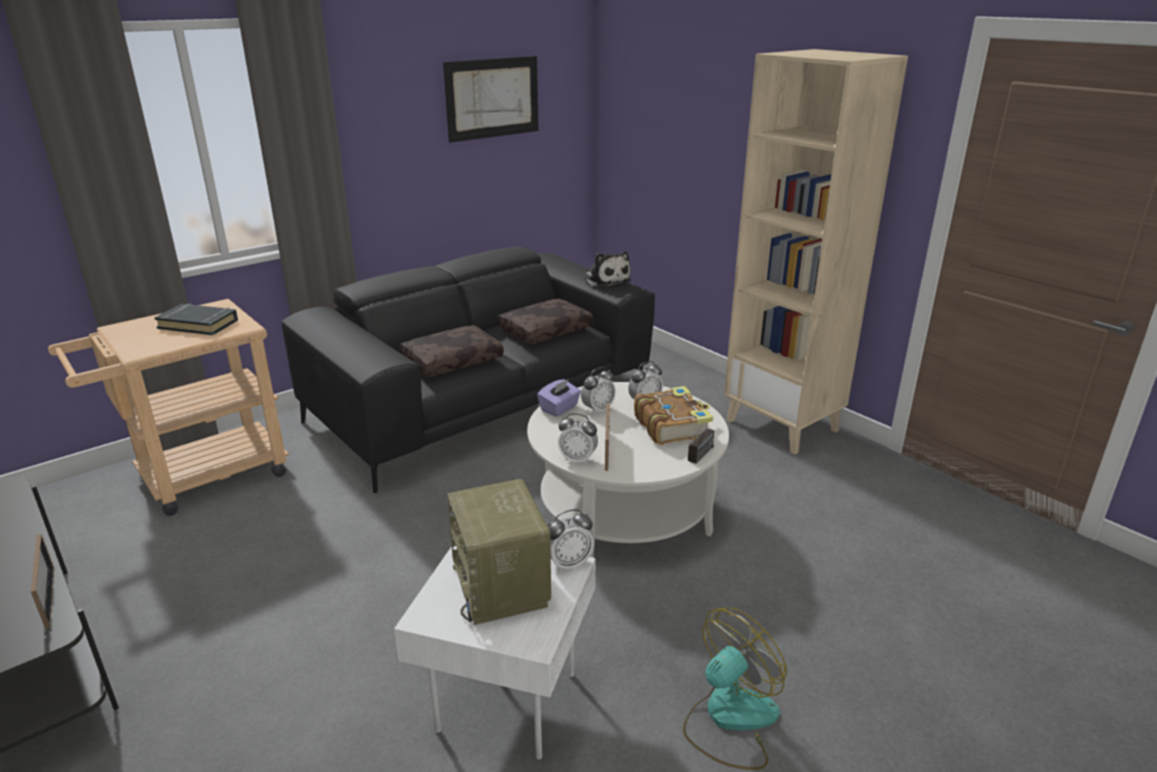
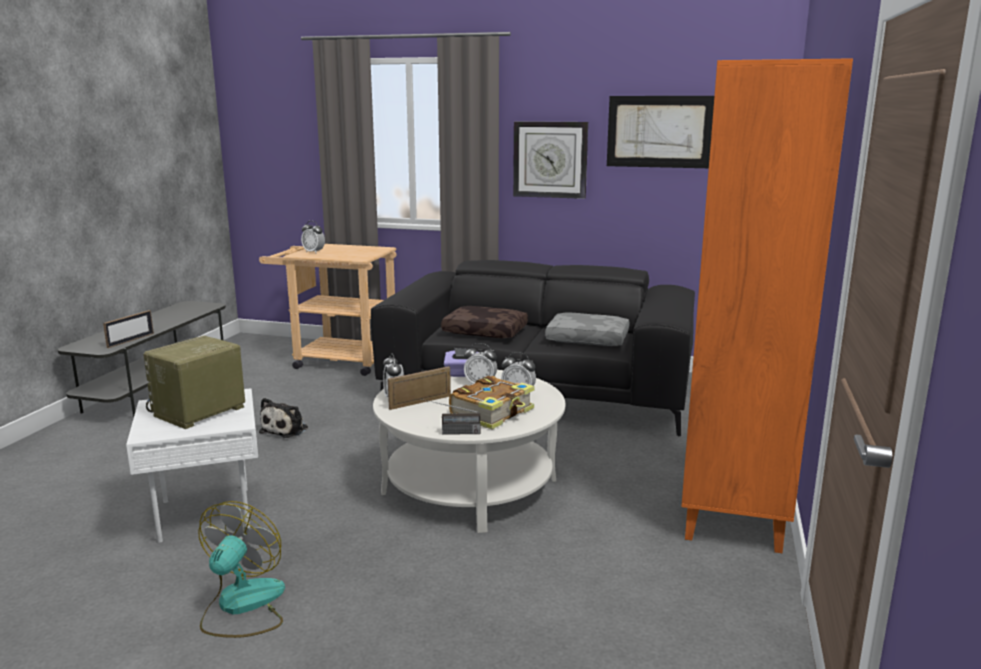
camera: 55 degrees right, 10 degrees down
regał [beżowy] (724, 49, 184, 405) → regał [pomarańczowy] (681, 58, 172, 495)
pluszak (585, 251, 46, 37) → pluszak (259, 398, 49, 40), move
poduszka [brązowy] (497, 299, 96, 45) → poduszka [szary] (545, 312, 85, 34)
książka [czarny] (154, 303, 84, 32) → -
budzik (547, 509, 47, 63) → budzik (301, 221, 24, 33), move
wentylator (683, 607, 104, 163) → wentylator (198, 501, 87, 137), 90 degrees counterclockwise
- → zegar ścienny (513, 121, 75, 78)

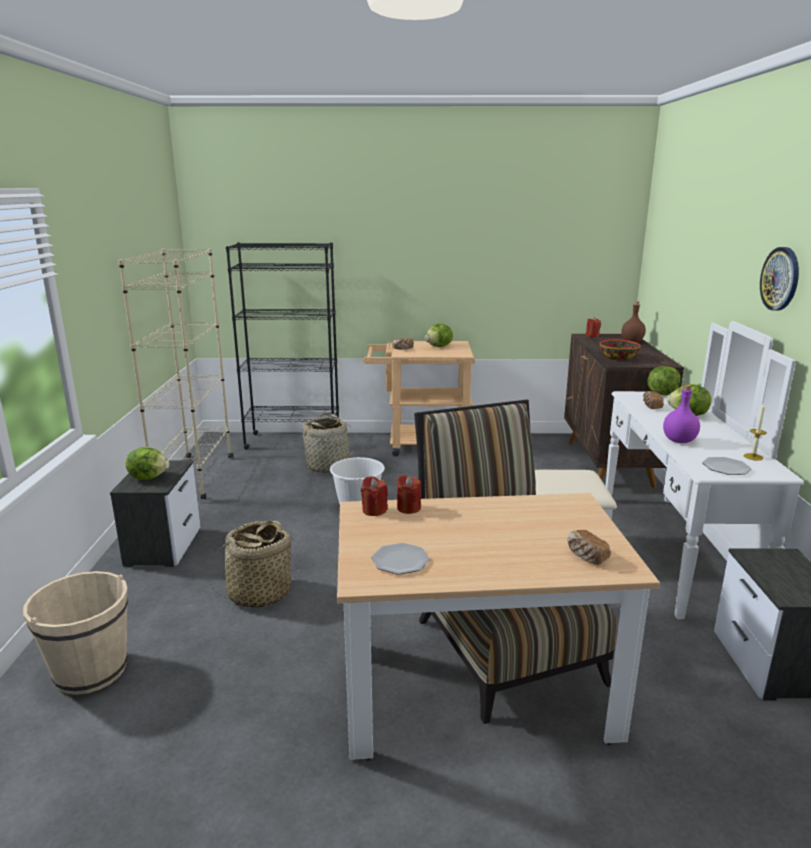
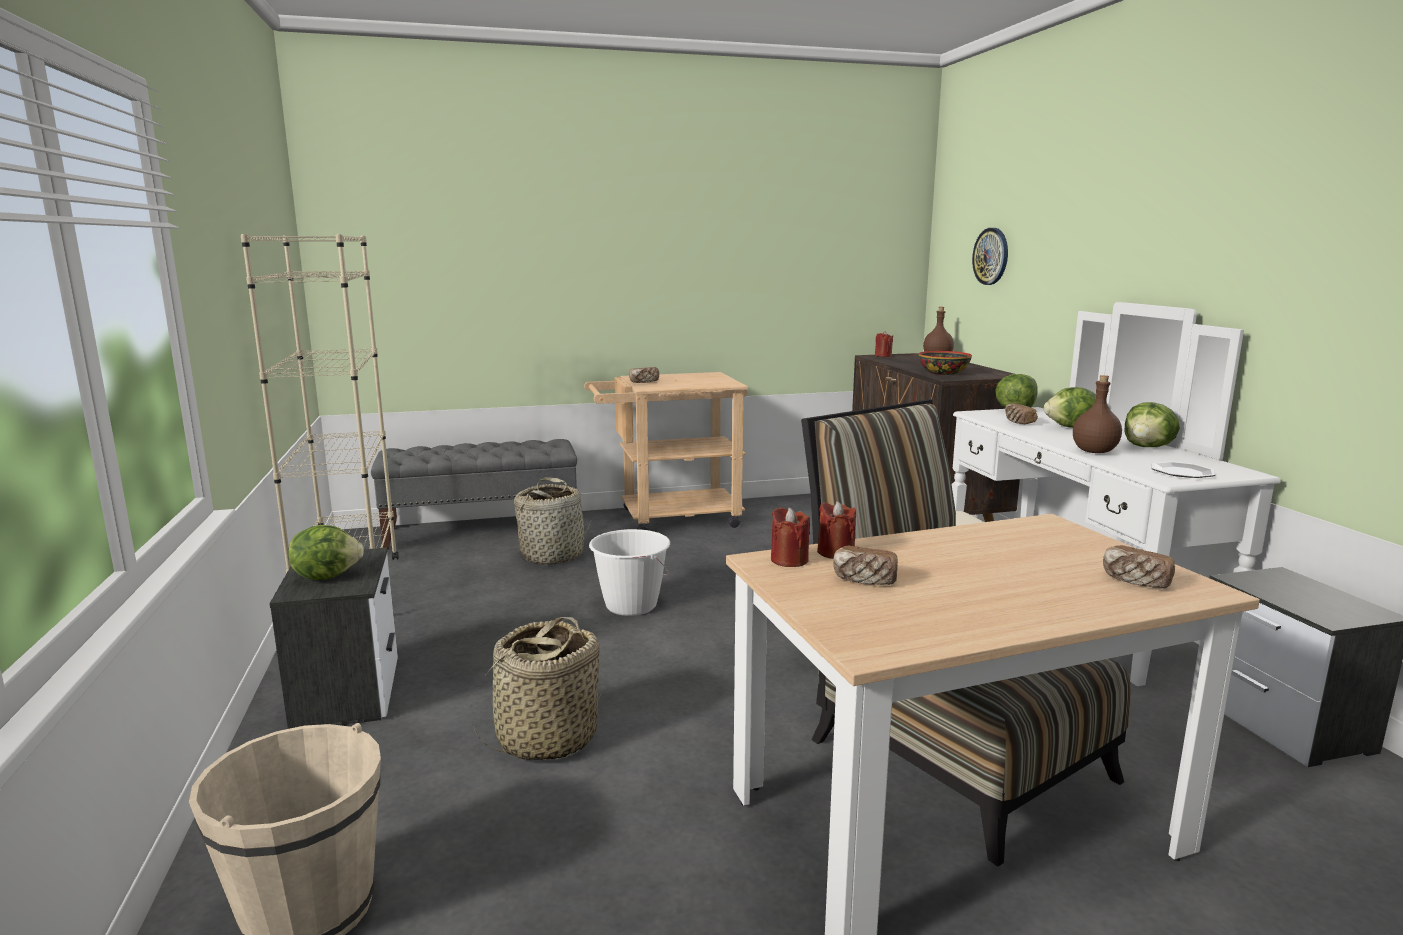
camera: 15 degrees left, 5 degrees down
regał [czarny] (226, 242, 113, 208) → ławka [szary] (371, 439, 206, 111)
zegar ścienny (760, 247, 39, 64) → zegar ścienny (972, 228, 36, 57), move
sałata (425, 324, 28, 23) → sałata (1125, 402, 55, 45), move
butelka [fioletowy] (663, 385, 37, 58) → butelka [brązowy] (1073, 375, 49, 78)
świeca (744, 403, 23, 58) → -
talerz (372, 543, 58, 32) → -
- → chleb (833, 545, 65, 40)

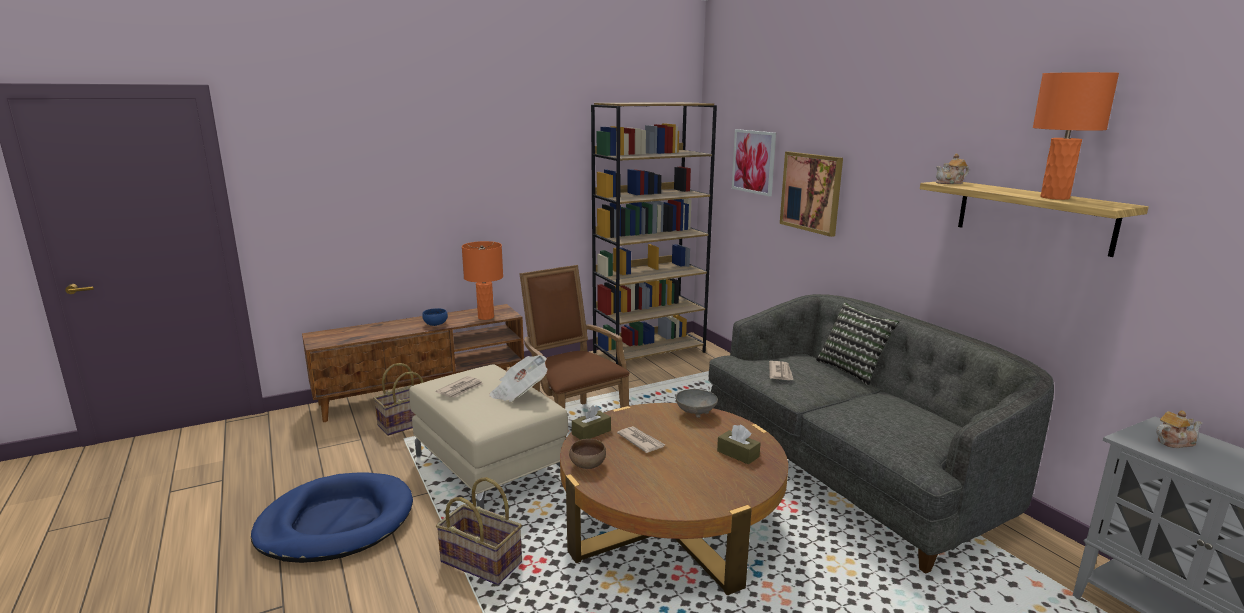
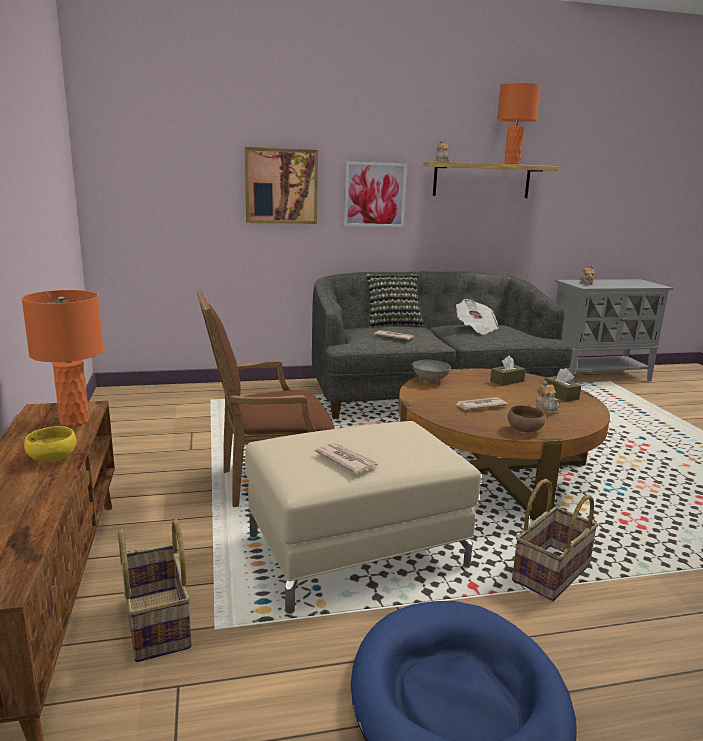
camera: 75 degrees left, 0 degrees up
regał [brązowy] (591, 102, 126, 262) → -
obraz (732, 129, 44, 67) → obraz (344, 161, 63, 66), move
miska [niebieski] (422, 308, 26, 18) → miska [żółty] (24, 426, 52, 36)
gazeta (489, 355, 58, 47) → gazeta (456, 299, 43, 35), move
pudełko chusteczek [brązowy] (572, 405, 39, 35) → pudełko chusteczek [brązowy] (544, 368, 37, 34), move
- → imbryk (536, 381, 23, 33)

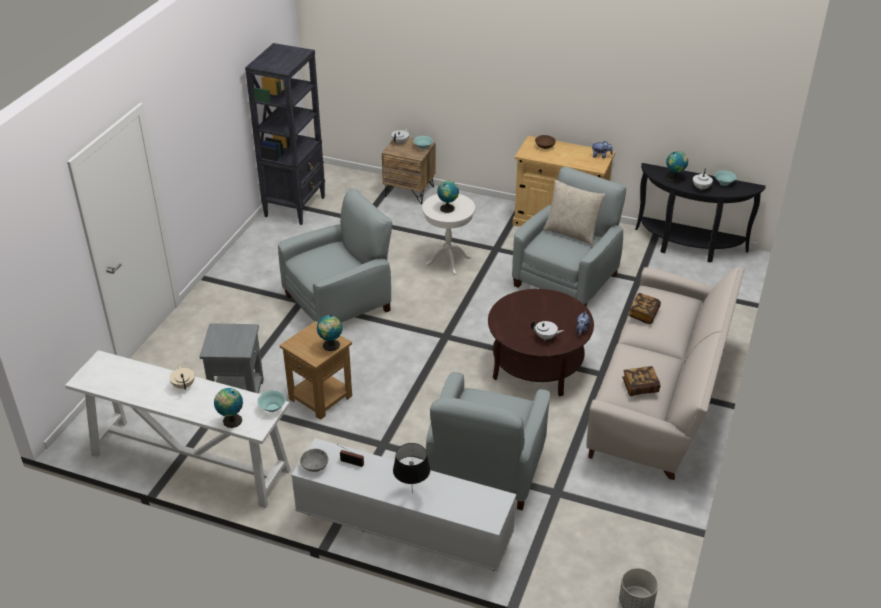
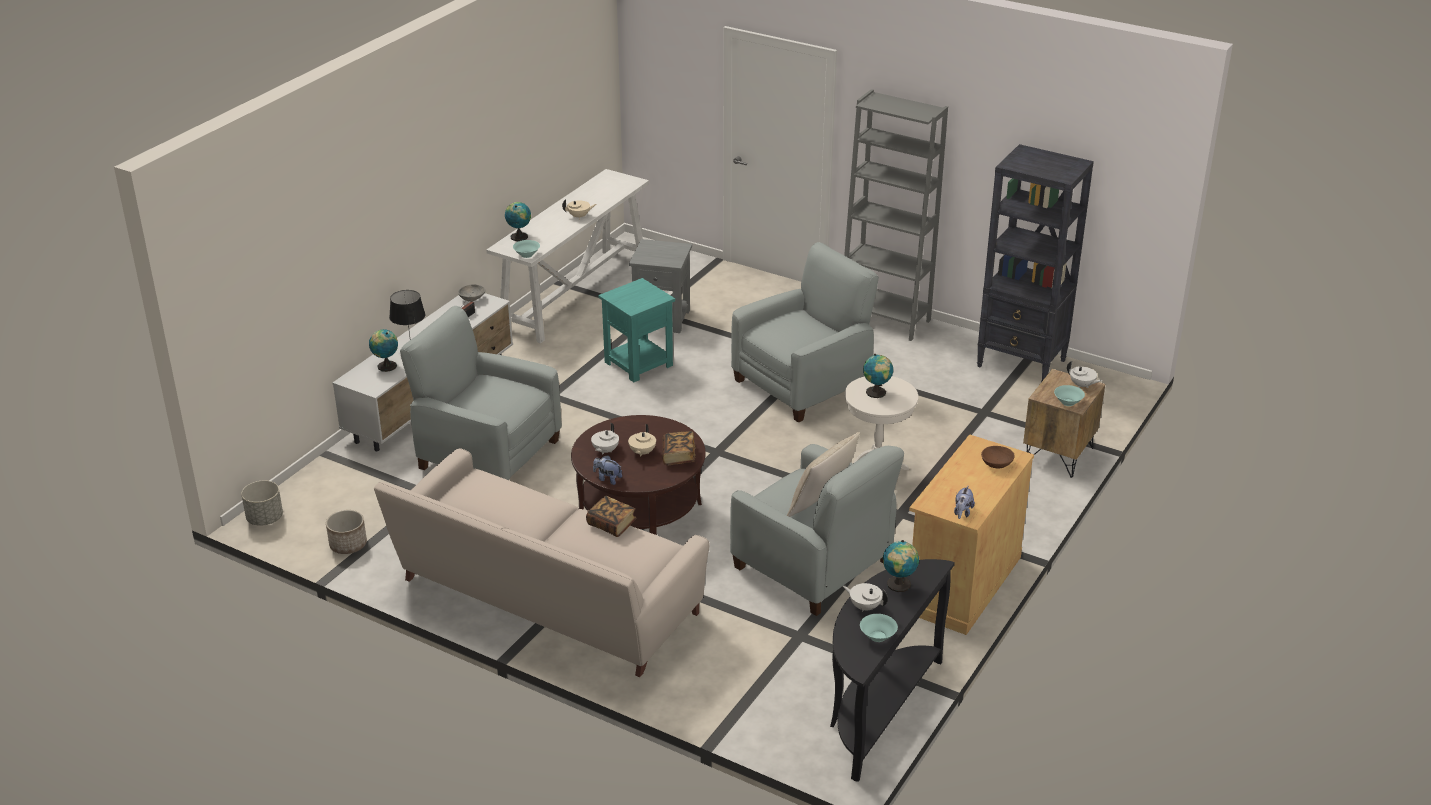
camera: 100 degrees right, 5 degrees down
fotel [szary] (278, 188, 114, 135) → fotel [szary] (731, 242, 148, 181), 105 degrees counterclockwise
globus (317, 314, 25, 37) → globus (369, 329, 29, 43), move
stolik [brązowy] (279, 321, 73, 99) → stolik [turkusowy] (598, 278, 77, 104)
książka (622, 366, 38, 30) → książka (662, 431, 34, 35), move
- → regał [szary] (844, 89, 104, 252)
- → imbryk [beżowy] (628, 424, 28, 33)
- → donica (326, 510, 41, 44)

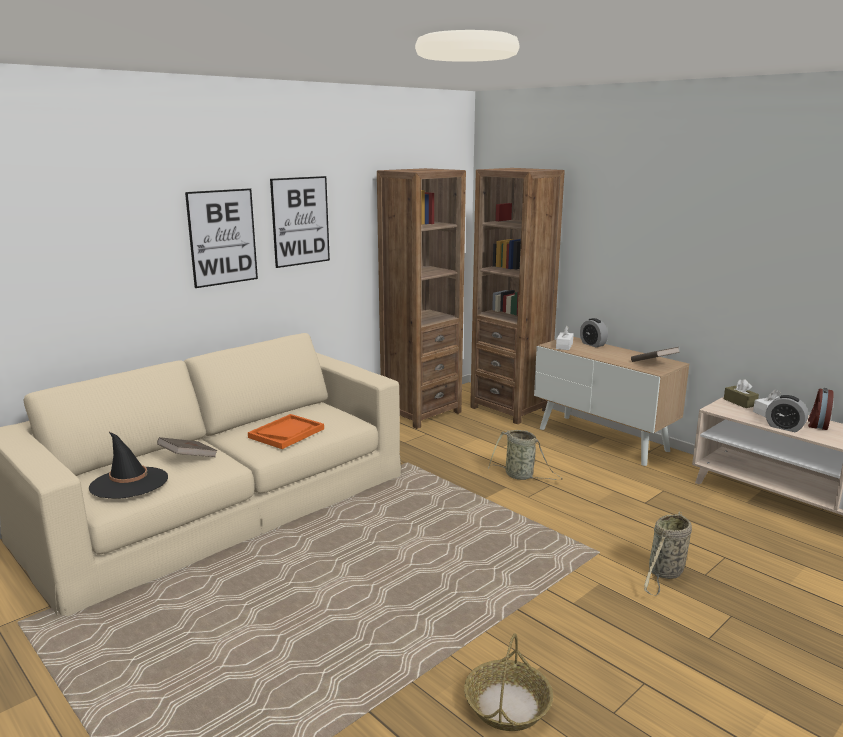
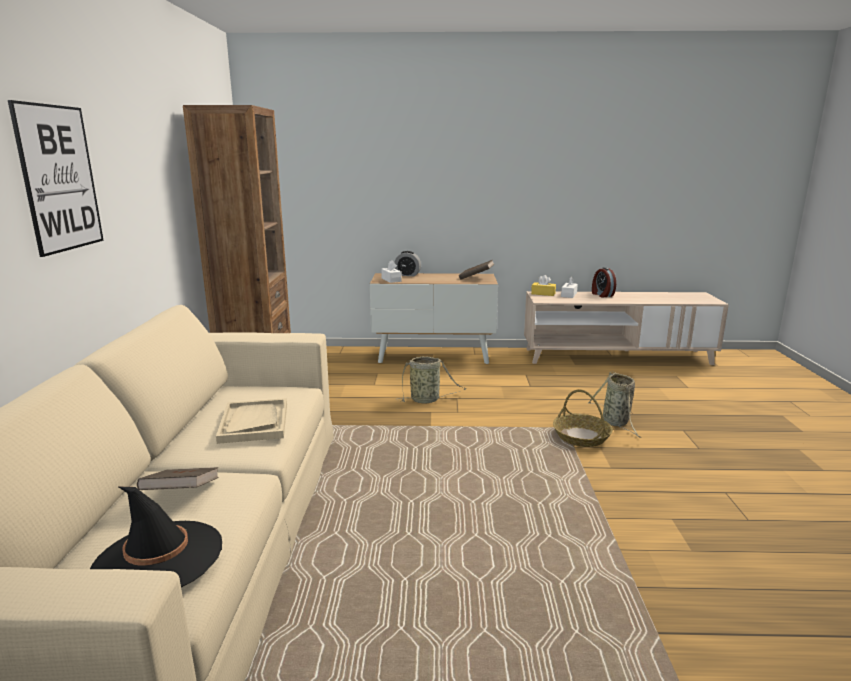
camera: 45 degrees left, 0 degrees up
regał [brązowy] (470, 168, 95, 256) → -
obraz (270, 176, 60, 92) → -
pudełko chusteczek [brązowy] (724, 379, 35, 29) → pudełko chusteczek [żółty] (531, 275, 25, 21)
budzik (766, 395, 42, 37) → -
taca [pomarańczowy] (248, 414, 76, 35) → taca [beżowy] (216, 398, 71, 46)
koszyk (464, 633, 89, 98) → koszyk (553, 389, 60, 58), move

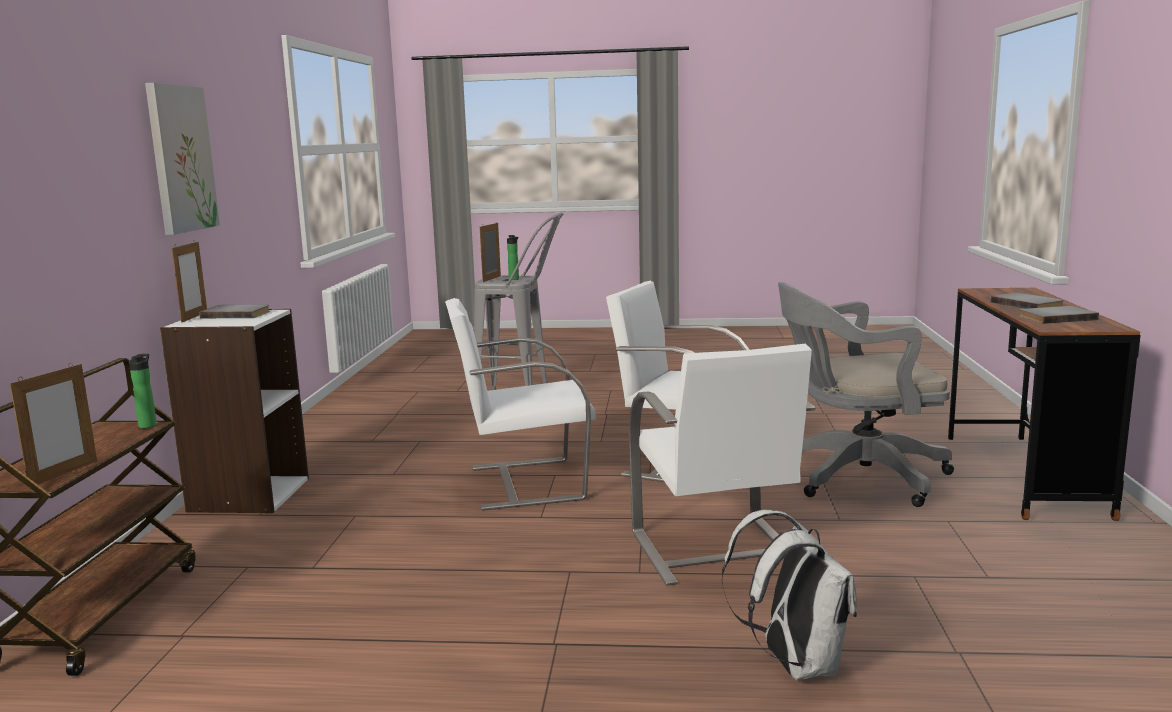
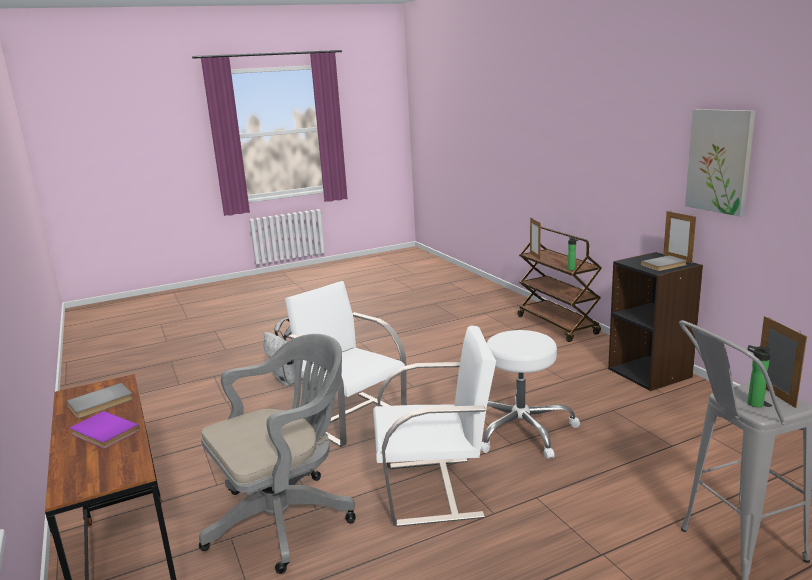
camera: 150 degrees right, 5 degrees up
książka [szary] (991, 292, 73, 17) → książka [fioletowy] (70, 411, 70, 38)
krzesło [biały] (445, 298, 151, 213) → stołek [biały] (481, 330, 99, 129)
regał [biały] (160, 309, 149, 204) → regał [czarny] (608, 252, 95, 139)

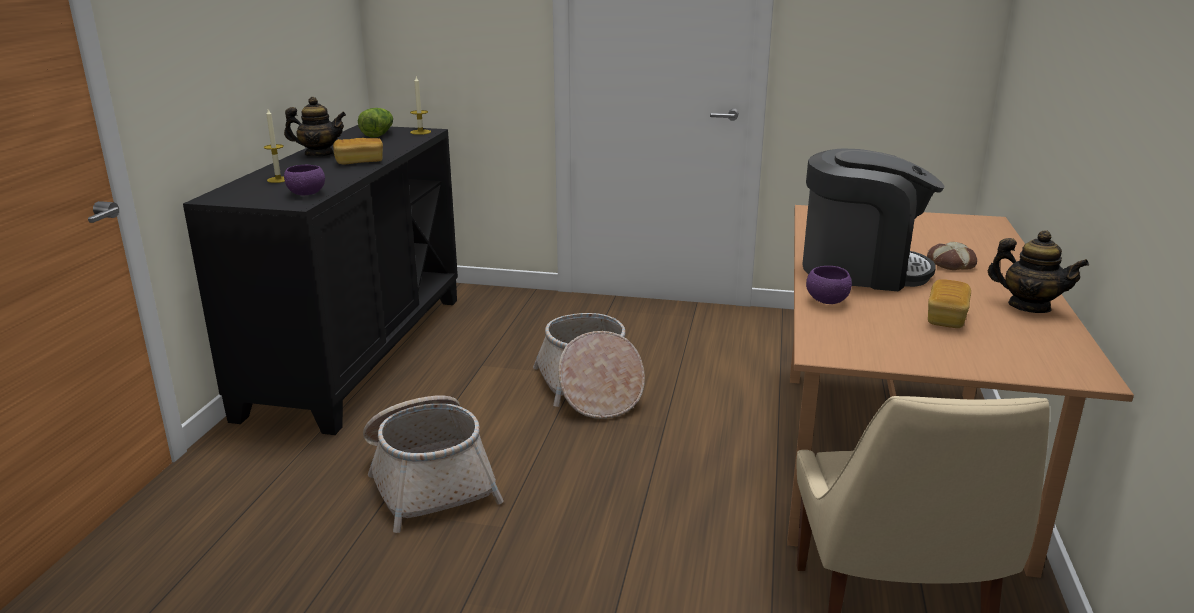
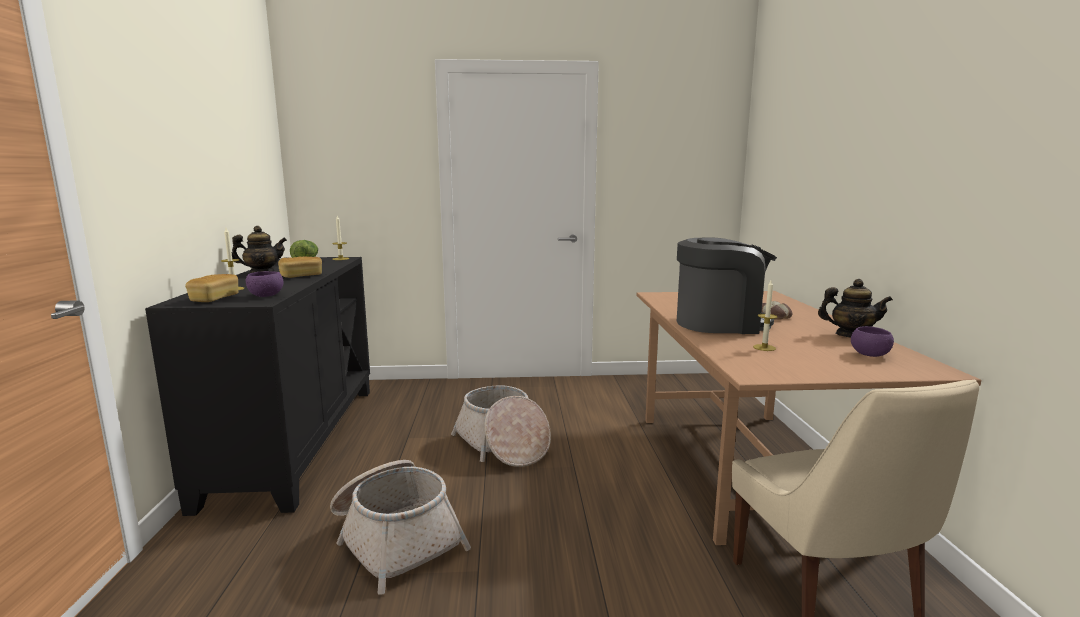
camera: 15 degrees left, 10 degrees down
miska [fioletowy] (806, 266, 46, 38) → miska [fioletowy] (851, 326, 43, 31), move
chleb (928, 279, 43, 49) → chleb (185, 274, 54, 28), move
- → świeca (753, 280, 24, 71)

